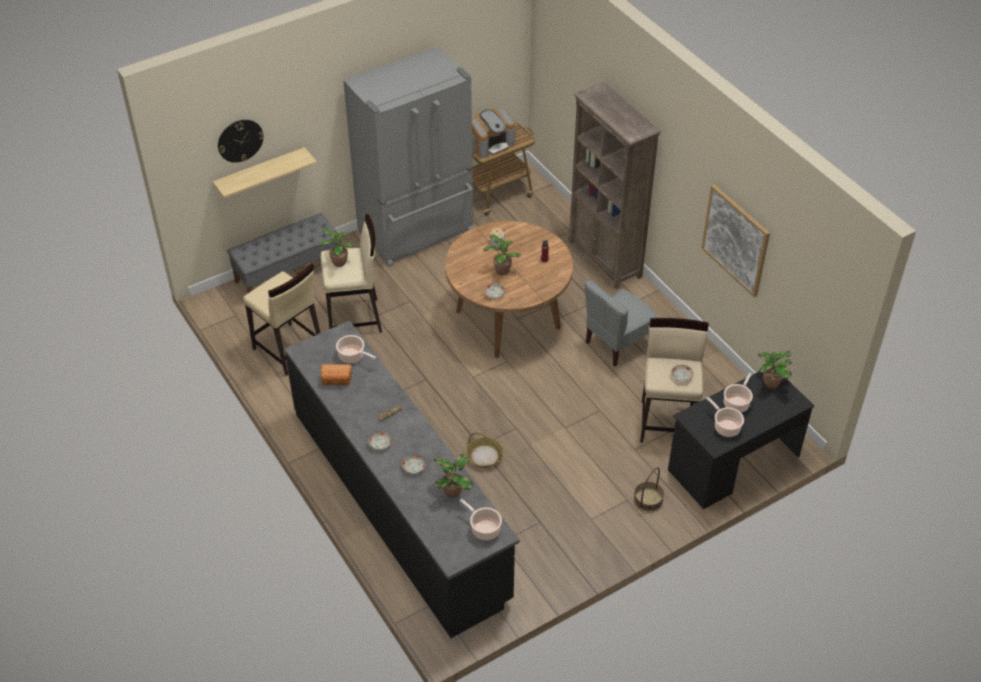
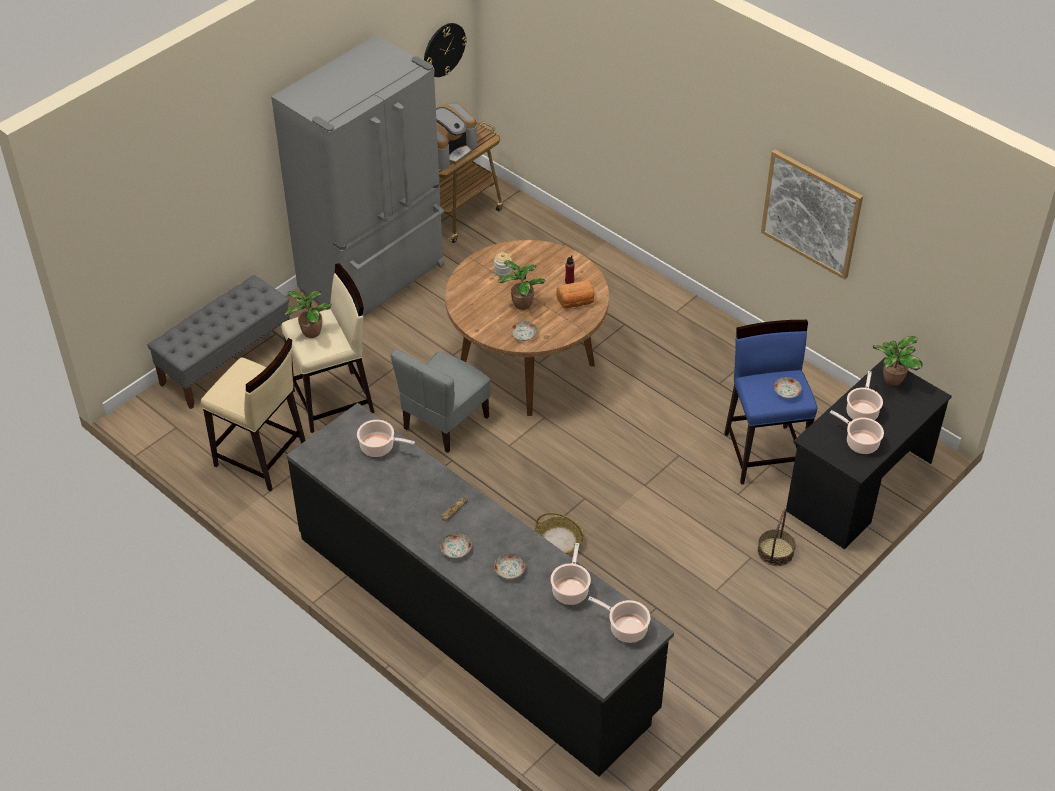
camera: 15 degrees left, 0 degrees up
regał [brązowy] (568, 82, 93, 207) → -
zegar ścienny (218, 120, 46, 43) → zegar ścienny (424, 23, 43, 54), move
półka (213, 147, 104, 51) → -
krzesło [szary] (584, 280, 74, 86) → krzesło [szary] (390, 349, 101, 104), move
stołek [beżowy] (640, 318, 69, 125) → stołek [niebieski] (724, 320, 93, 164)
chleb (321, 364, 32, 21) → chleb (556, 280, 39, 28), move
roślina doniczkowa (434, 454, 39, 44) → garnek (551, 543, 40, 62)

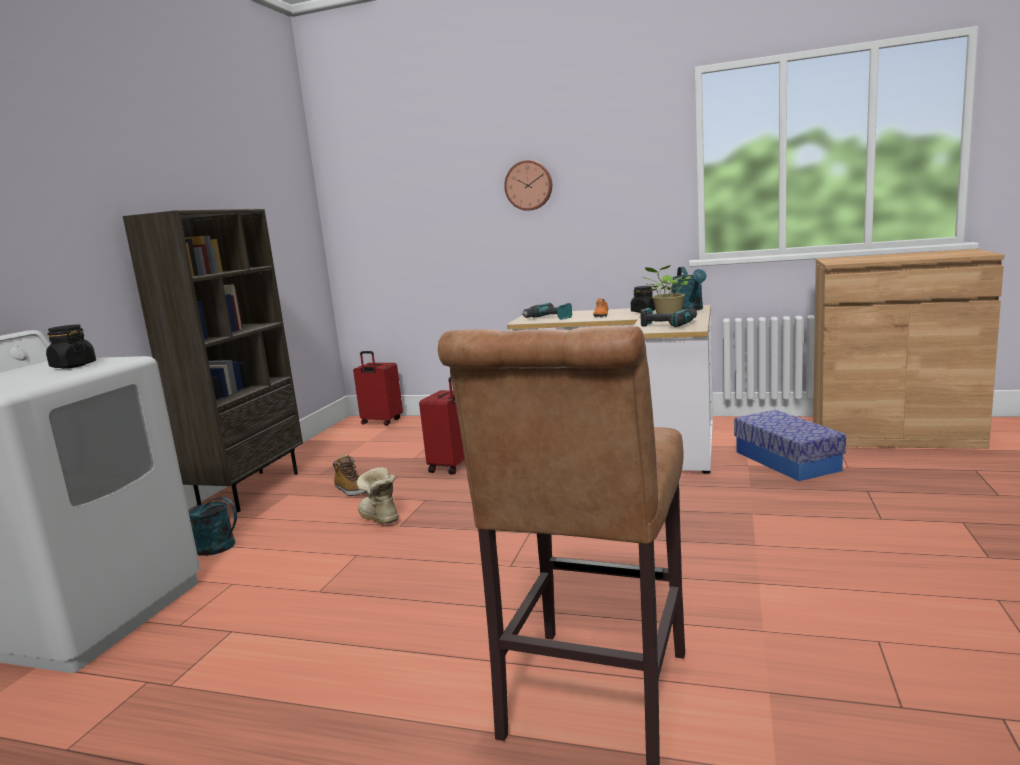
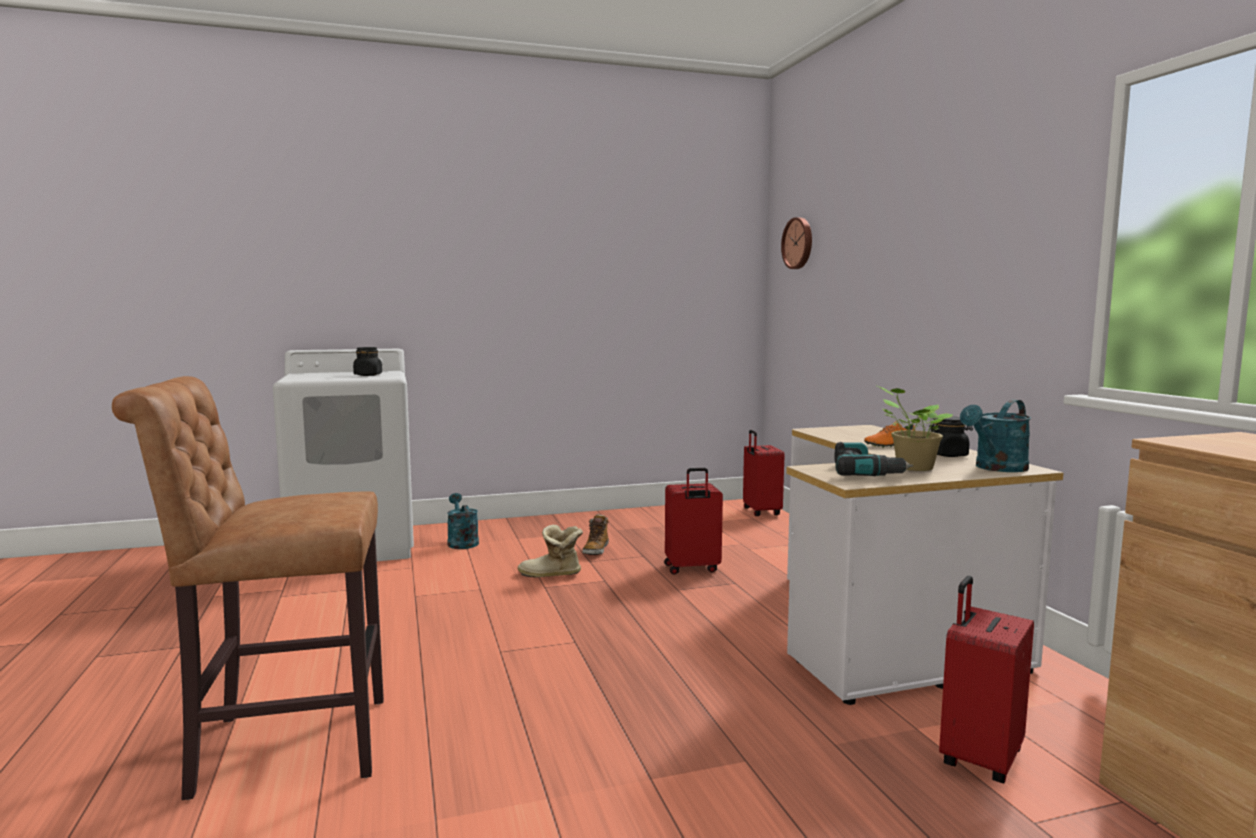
camera: 55 degrees right, 5 degrees down
zegar ścienny (504, 160, 48, 51) → zegar ścienny (781, 217, 31, 52), move
regał [brązowy] (123, 209, 180, 303) → -
wiertarka (521, 303, 51, 17) → -
pojemnik do przechowywania (734, 410, 112, 71) → walizka [czerwony] (939, 576, 95, 207)
but z cholewką (357, 467, 42, 57) → but z cholewką (518, 524, 65, 54), 105 degrees counterclockwise

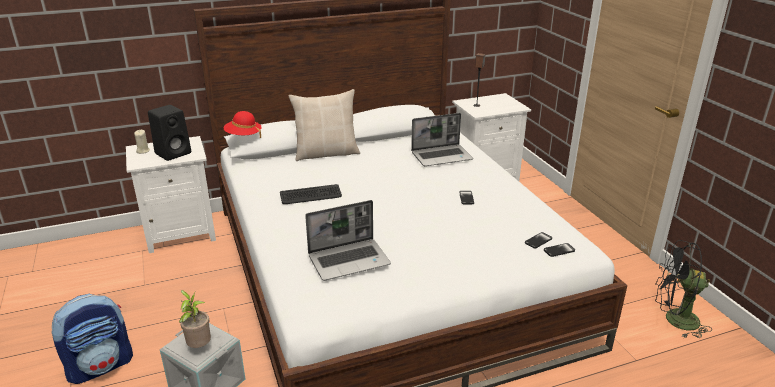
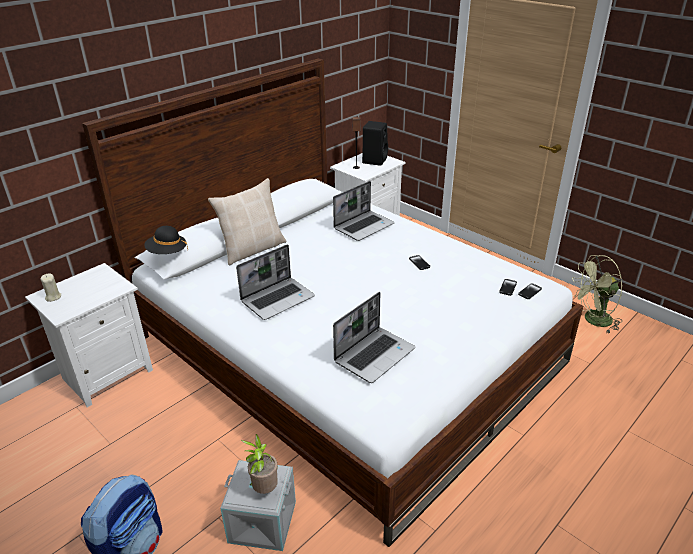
camera: 25 degrees left, 5 degrees up
głośnik [czarny] (148, 105, 43, 56) → głośnik [czarny] (362, 121, 26, 45), move
kapelusz [czerwony] (224, 111, 37, 27) → kapelusz [czarny] (144, 226, 44, 28)
klawiatura (280, 184, 62, 20) → laptop (236, 244, 79, 76)
wentylator [czarny] (655, 240, 57, 98) → wentylator [zielony] (572, 255, 51, 78)

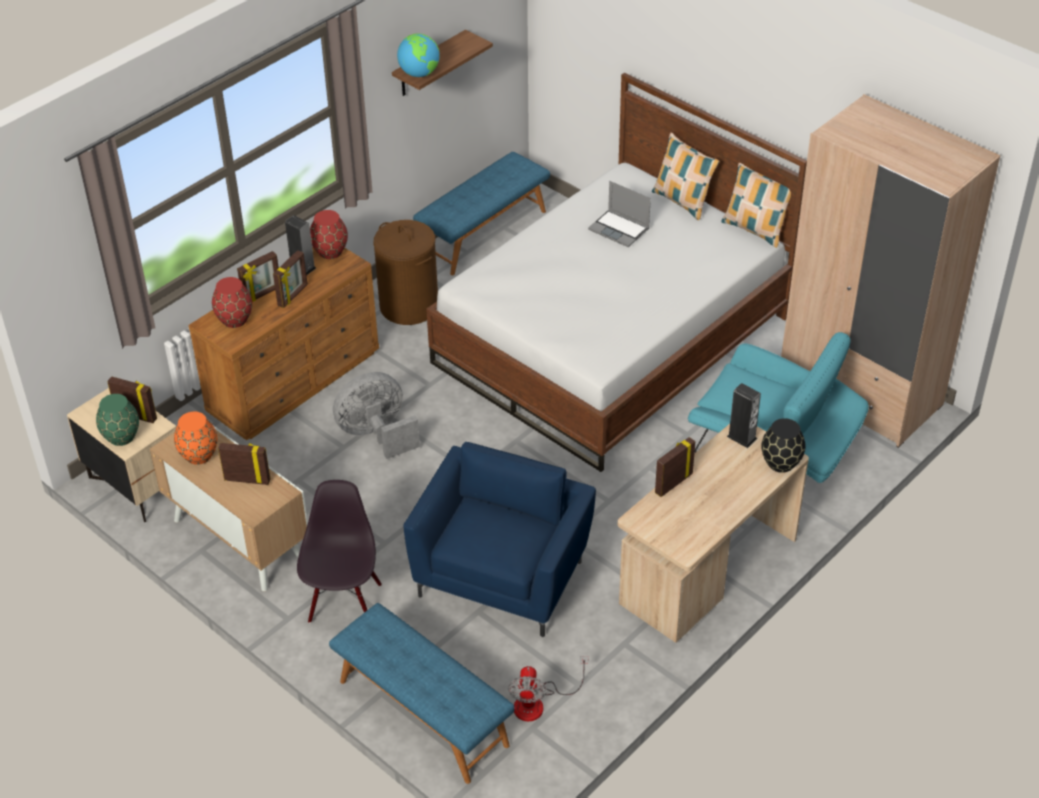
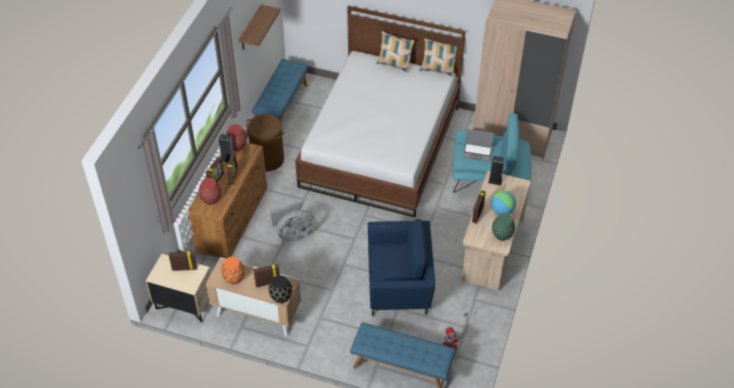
camera: 25 degrees left, 5 degrees up
globus (397, 34, 43, 43) → globus (491, 191, 25, 24), move
laptop (588, 181, 63, 66) → laptop (463, 129, 31, 33), move
wentylator [szary] (333, 372, 87, 87) → wentylator [szary] (271, 206, 44, 36), 150 degrees counterclockwise
wazon [zielony] (96, 394, 43, 52) → wazon [zielony] (492, 213, 23, 28), move
wazon [czarny] (761, 418, 44, 55) → wazon [czarny] (269, 275, 23, 28), move
fotel [niebieski] (403, 442, 193, 195) → fotel [niebieski] (368, 219, 67, 97), 90 degrees clockwise
krzesło [czarny] (297, 480, 85, 143) → -

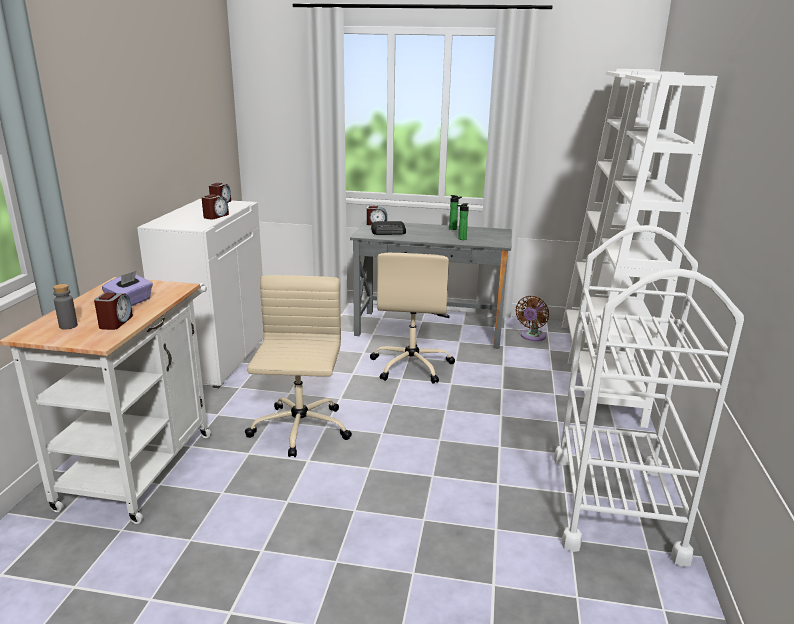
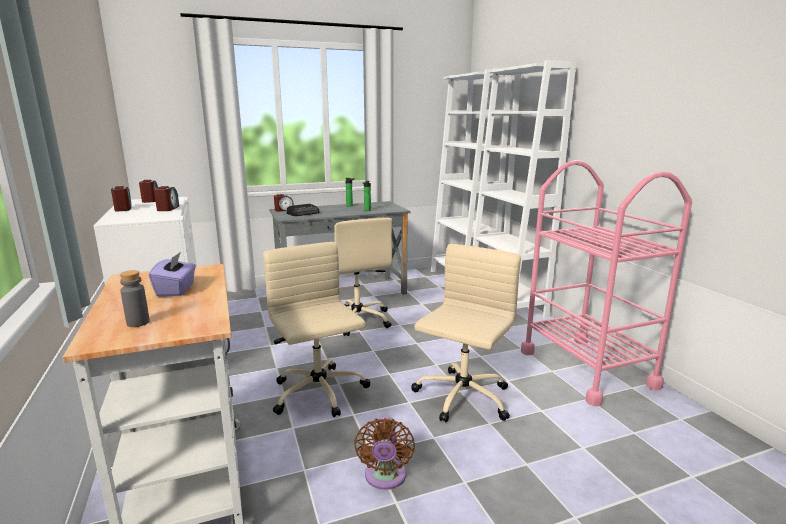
camera: 30 degrees left, 5 degrees down
wózek [biały] (554, 225, 190, 342) → wózek [różowy] (521, 160, 171, 246)
budzik (94, 293, 39, 37) → budzik (111, 186, 21, 25), move
wentylator [brązowy] (516, 296, 33, 45) → wentylator [brązowy] (354, 416, 61, 74), move
- → krzesło biurowe [beżowy] (411, 244, 110, 178)

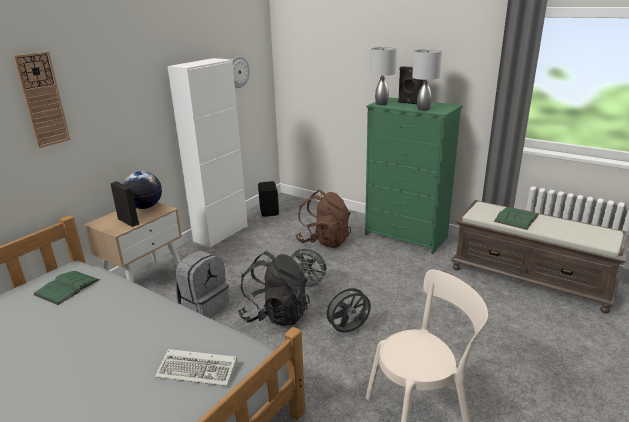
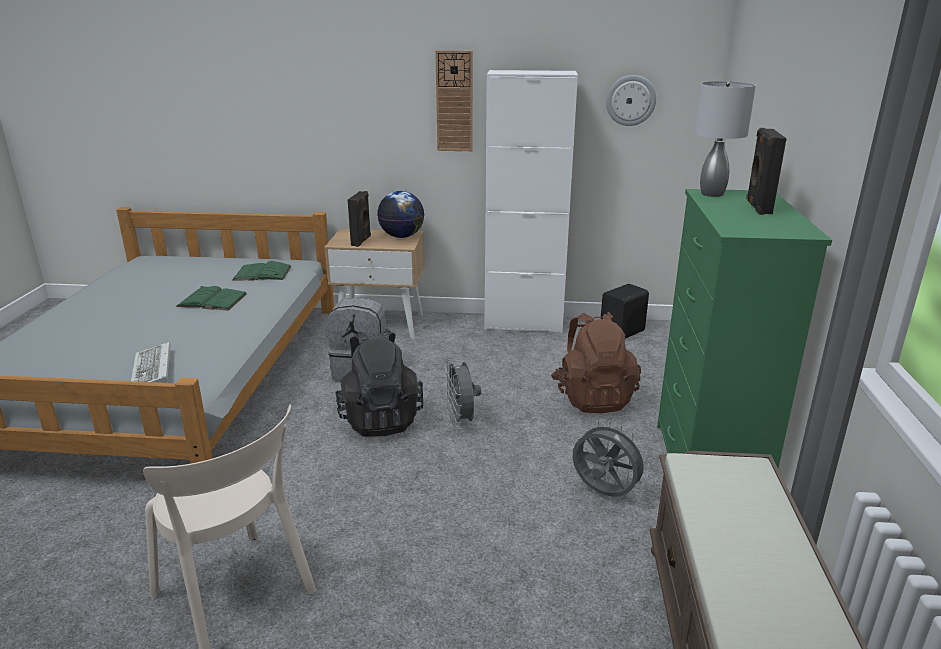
camera: 60 degrees right, 0 degrees up
lampa stołowa [szary] (412, 49, 30, 62) → -
zegar ścienny (13, 51, 57, 97) → zegar ścienny (435, 50, 38, 101), move
książka [zielony] (494, 207, 45, 23) → książka [zielony] (176, 286, 71, 25), move
wentylator [szary] (323, 285, 48, 48) → wentylator [szary] (572, 421, 78, 76), move

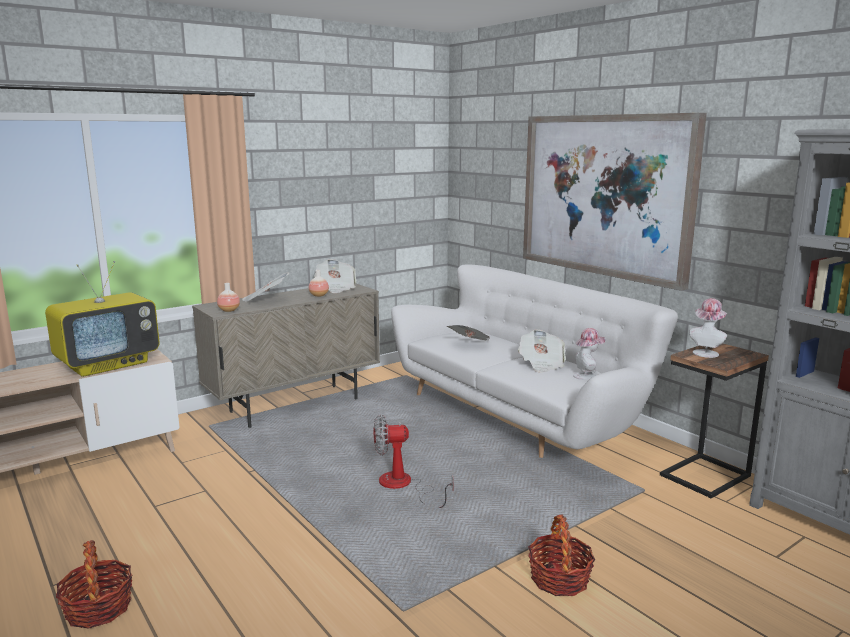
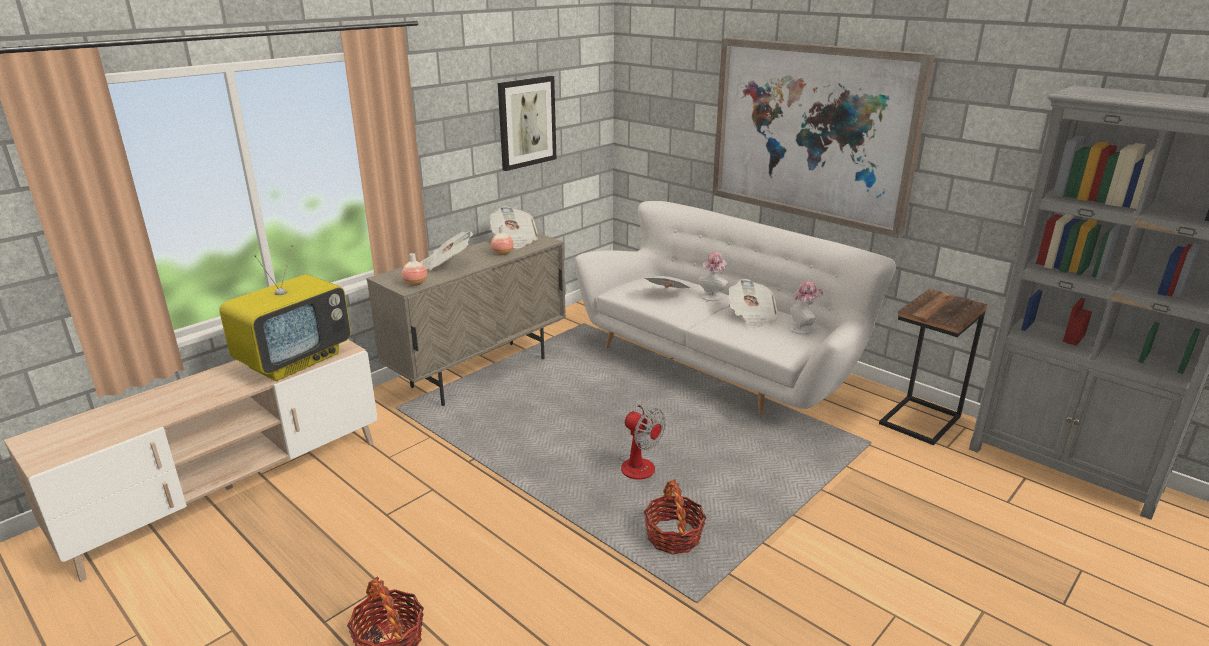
camera: 10 degrees left, 10 degrees up
kapelusz (689, 298, 38, 60) → kapelusz (698, 251, 30, 50), move
wentylator (373, 414, 81, 94) → wentylator (619, 398, 47, 82), 120 degrees counterclockwise
koszyk (528, 514, 67, 82) → koszyk (643, 480, 63, 75), move
- → obraz (498, 76, 59, 95)

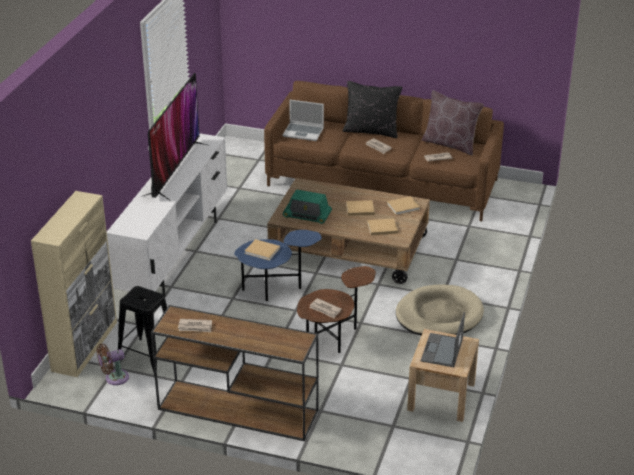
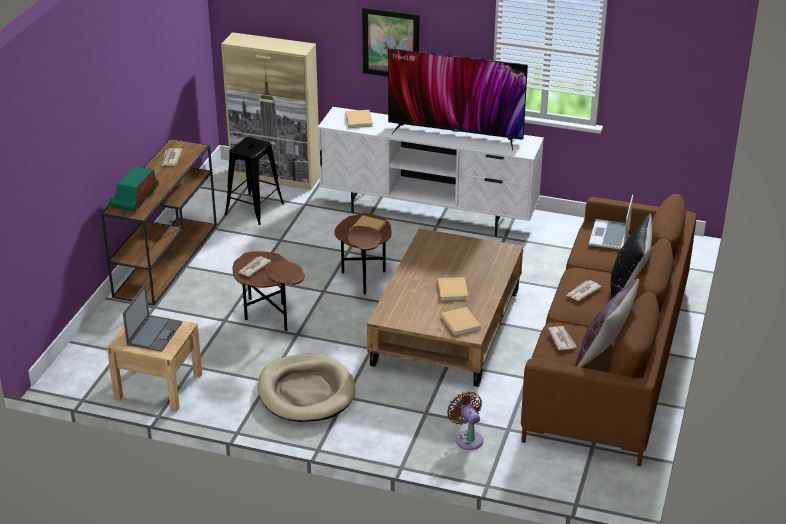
camera: 90 degrees right, 0 degrees up
radio (283, 189, 49, 35) → radio (109, 166, 50, 46), move
książka [beżowy] (367, 218, 31, 17) → książka [beżowy] (345, 110, 28, 18), move
stolik [niebieski] (234, 230, 88, 71) → stolik [brązowy] (335, 213, 57, 81)
laptop (421, 312, 44, 55) → laptop (123, 285, 59, 67), 90 degrees clockwise
wentylator [brązowy] (97, 344, 32, 41) → wentylator [brązowy] (447, 391, 37, 59), move
- → obraz (362, 7, 58, 70)

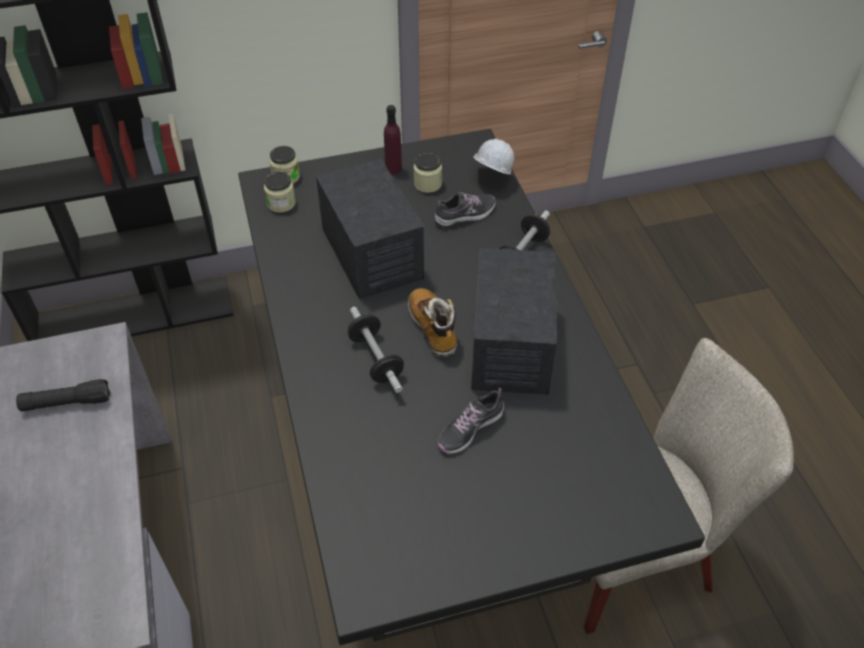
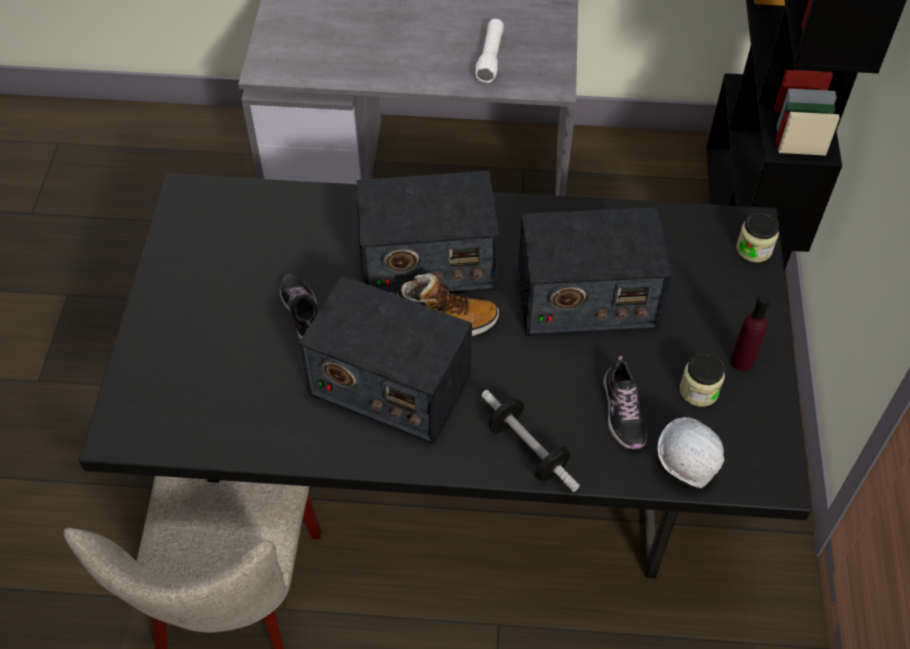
camera: 110 degrees right, 5 degrees up
słoik (264, 172, 32, 41) → -
hantel (348, 307, 56, 86) → radio (357, 171, 142, 124)
latarka [czarny] (16, 379, 94, 32) → latarka [biały] (475, 19, 29, 64)

